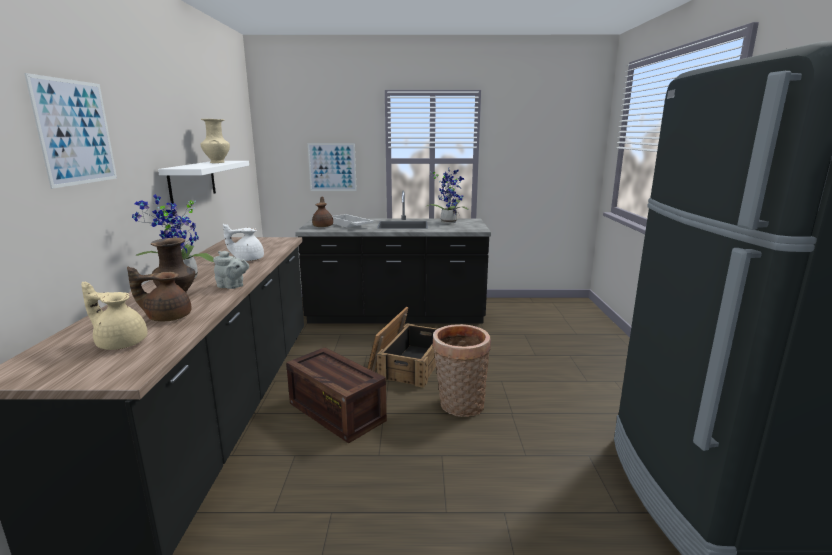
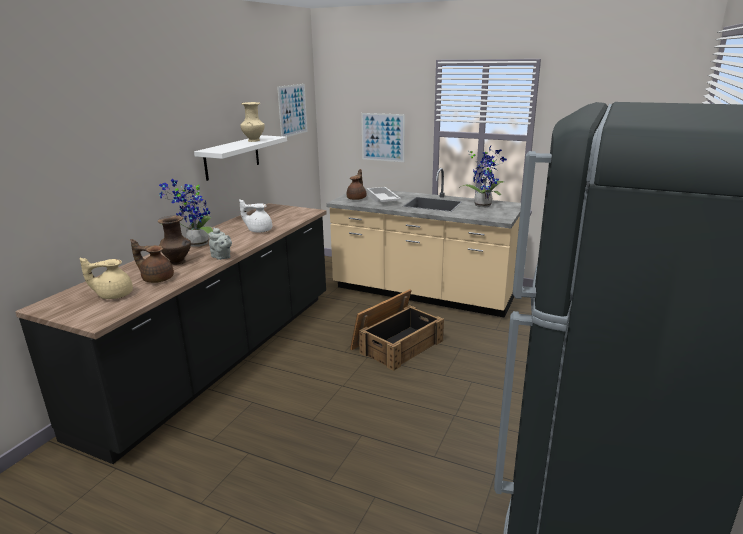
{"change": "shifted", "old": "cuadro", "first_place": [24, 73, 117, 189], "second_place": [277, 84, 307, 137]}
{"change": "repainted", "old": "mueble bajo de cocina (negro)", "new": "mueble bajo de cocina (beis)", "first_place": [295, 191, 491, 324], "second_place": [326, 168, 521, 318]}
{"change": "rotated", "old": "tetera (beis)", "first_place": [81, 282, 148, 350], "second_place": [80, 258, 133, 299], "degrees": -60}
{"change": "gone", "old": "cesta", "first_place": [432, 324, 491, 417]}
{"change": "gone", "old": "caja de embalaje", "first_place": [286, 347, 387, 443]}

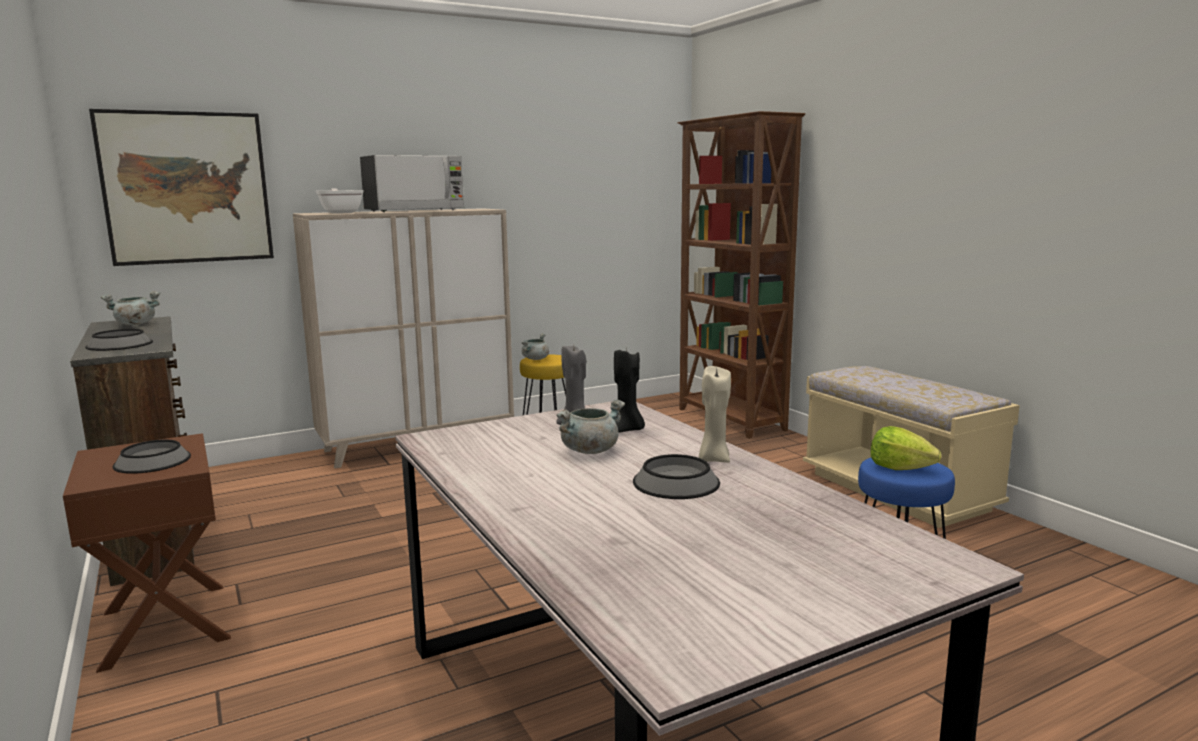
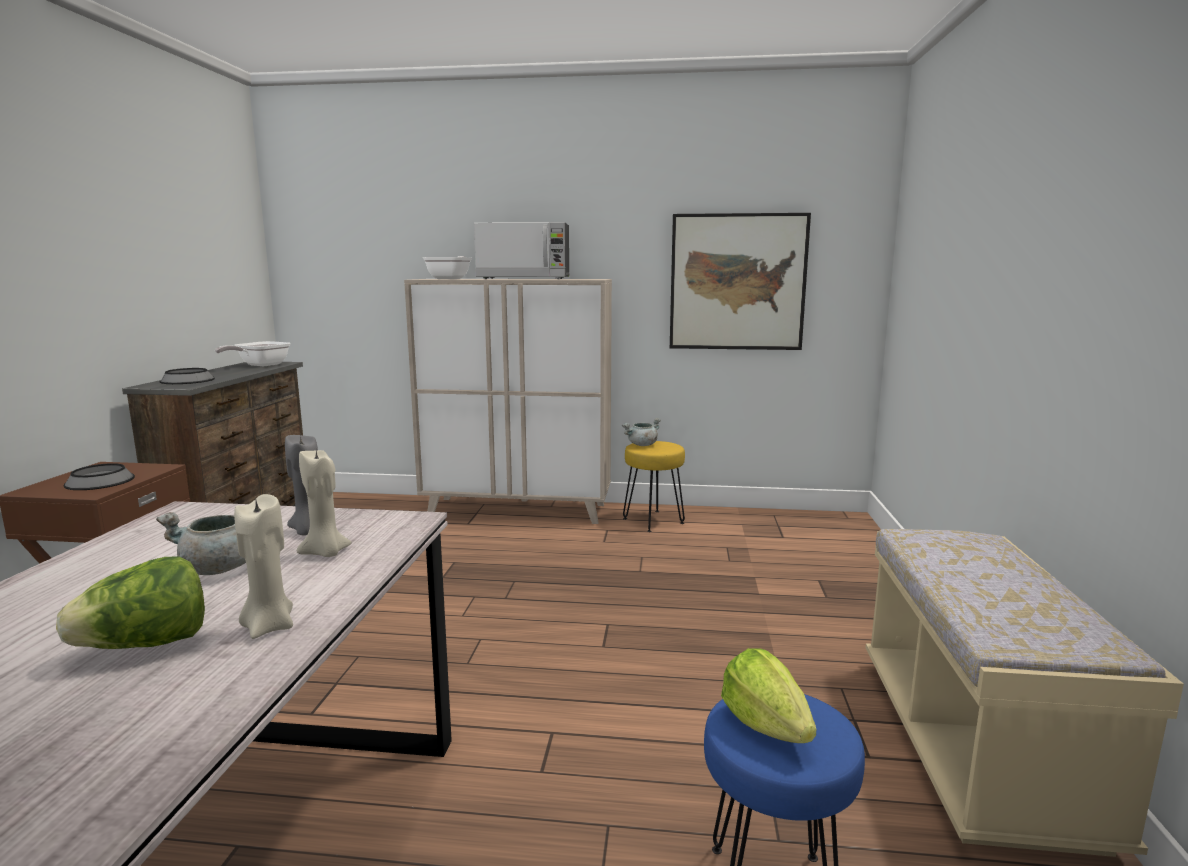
{"change": "shifted", "old": "cuadro", "first_place": [89, 109, 274, 266], "second_place": [670, 213, 811, 350]}
{"change": "gone", "old": "estantería (marrón)", "first_place": [677, 111, 805, 439]}
{"change": "swapped", "old": "olla (gris)", "new": "sartén", "first_place": [101, 291, 160, 325], "second_place": [215, 341, 290, 366]}
{"change": "repainted", "old": "vela (negro)", "new": "vela (beis)", "first_place": [614, 349, 645, 433], "second_place": [297, 450, 352, 557]}
{"change": "swapped", "old": "cuenco", "new": "lechuga", "first_place": [633, 454, 720, 499], "second_place": [56, 556, 205, 649]}

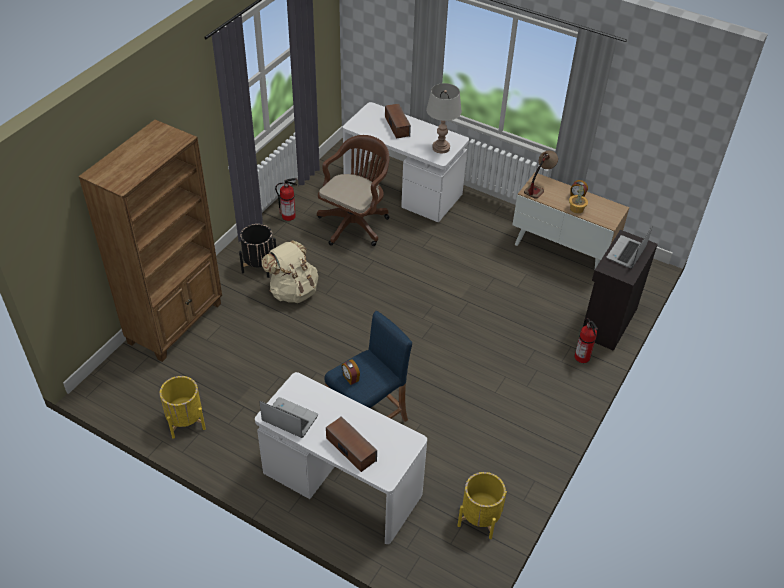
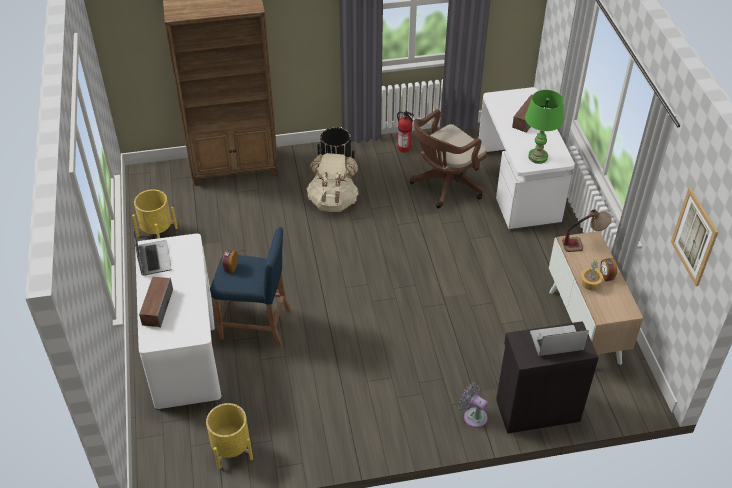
{"change": "repainted", "old": "lámpara de mesa (gris)", "new": "lámpara de mesa (verde)", "first_place": [426, 83, 462, 153], "second_place": [525, 90, 564, 164]}
{"change": "rotated", "old": "silla de oficina (marrón)", "first_place": [317, 135, 389, 246], "second_place": [410, 109, 487, 208], "degrees": 150}
{"change": "swapped", "old": "extintor", "new": "ventilador (gris)", "first_place": [575, 318, 598, 363], "second_place": [458, 382, 488, 428]}
{"change": "new", "new": "cuadro", "second_place": [671, 188, 718, 286]}

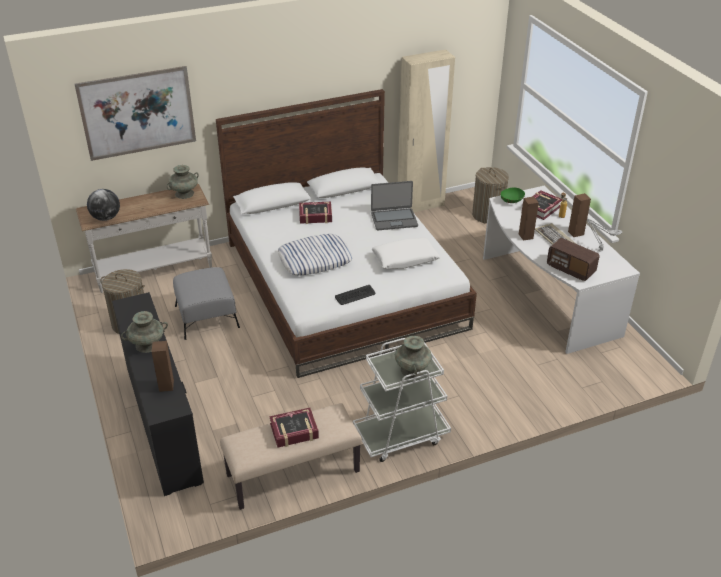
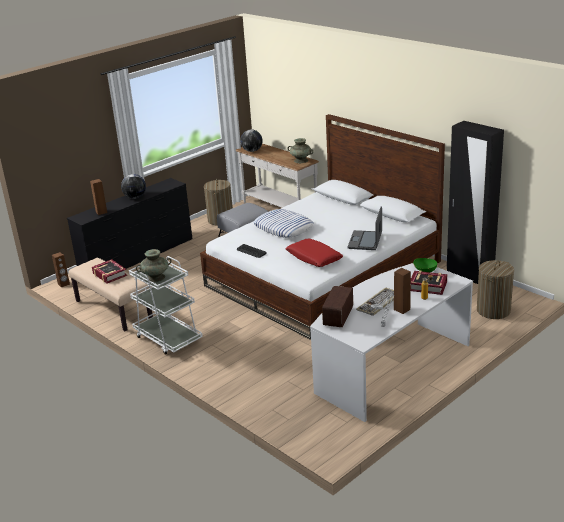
{"change": "repainted", "old": "armario ropero (beis)", "new": "armario ropero (negro)", "first_place": [398, 49, 455, 212], "second_place": [447, 121, 504, 284]}
{"change": "gone", "old": "cuadro", "first_place": [74, 66, 196, 161]}
{"change": "rotated", "old": "portátil", "first_place": [371, 181, 418, 230], "second_place": [348, 207, 382, 250], "degrees": 45}
{"change": "shifted", "old": "altavoz (marrón)", "first_place": [519, 196, 539, 241], "second_place": [52, 252, 70, 288]}
{"change": "gone", "old": "libro", "first_place": [299, 202, 332, 224]}
{"change": "repainted", "old": "cojín (blanco)", "new": "cojín (rojo)", "first_place": [372, 238, 440, 269], "second_place": [286, 239, 343, 267]}
{"change": "swapped", "old": "florero (turquesa)", "new": "globo terráqueo", "first_place": [121, 311, 168, 353], "second_place": [121, 174, 146, 199]}

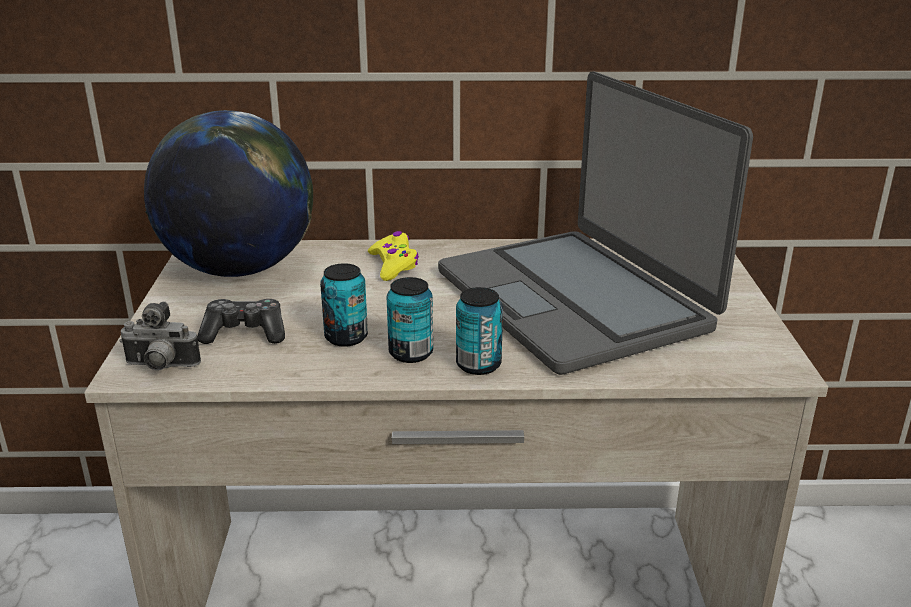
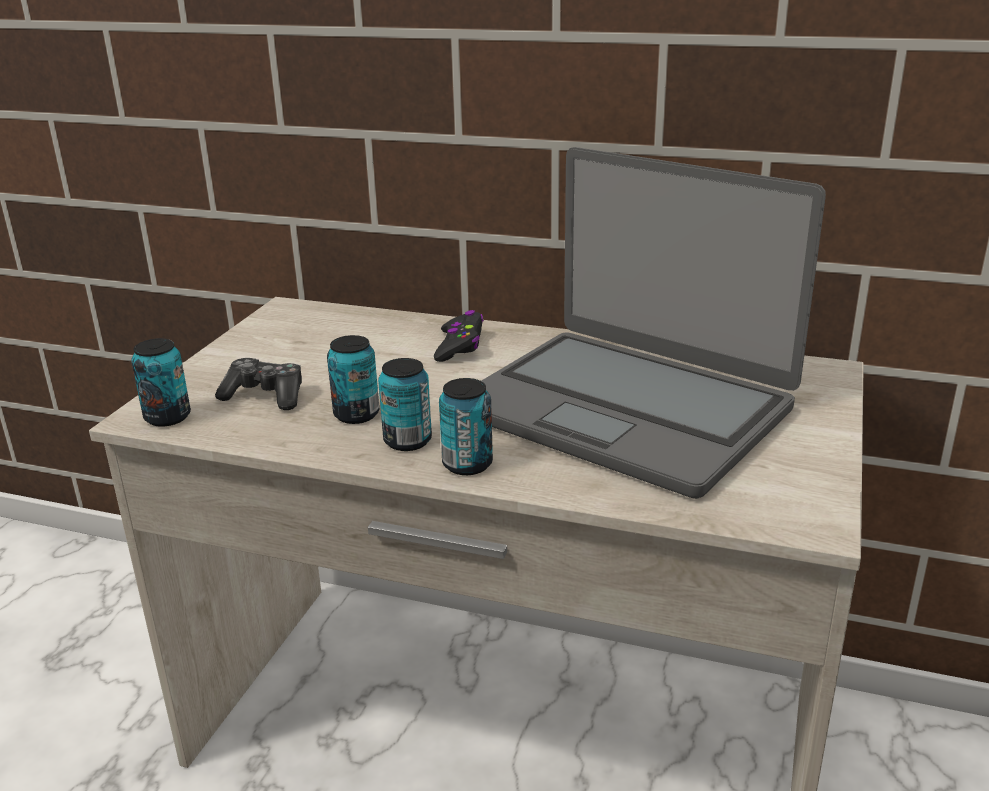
{"change": "rotated", "old": "portátil", "first_place": [438, 71, 753, 375], "second_place": [482, 147, 826, 499], "degrees": -45}
{"change": "gone", "old": "globo terráqueo", "first_place": [144, 110, 313, 277]}
{"change": "repainted", "old": "mando de consola (amarillo)", "new": "mando de consola (negro)", "first_place": [368, 231, 419, 281], "second_place": [434, 310, 484, 362]}
{"change": "swapped", "old": "cámara", "new": "lata", "first_place": [120, 301, 201, 370], "second_place": [131, 338, 191, 427]}

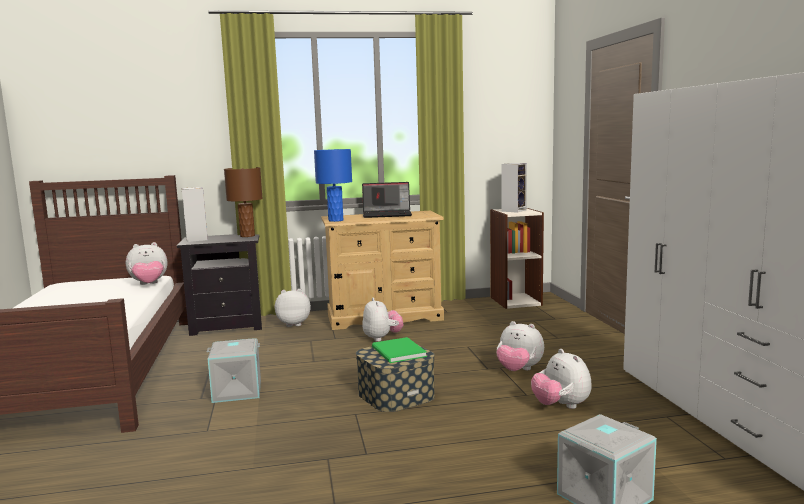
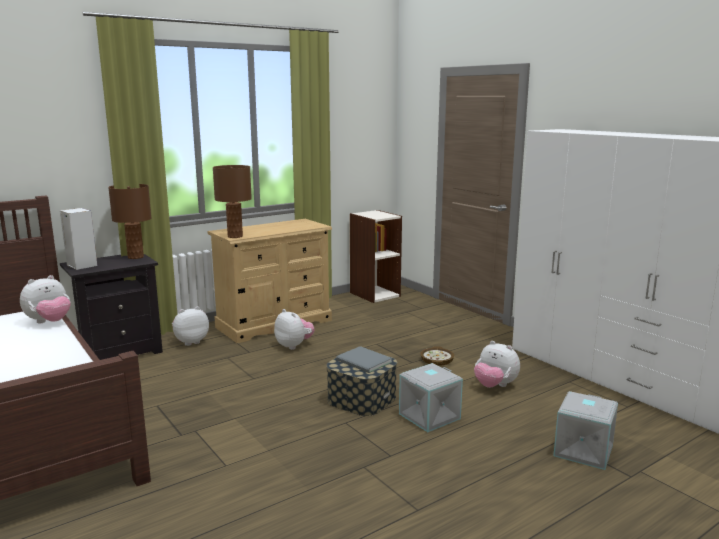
{"change": "repainted", "old": "lámpara de mesa (azul)", "new": "lámpara de mesa (marrón)", "first_place": [314, 149, 352, 222], "second_place": [213, 165, 252, 238]}
{"change": "gone", "old": "altavoz", "first_place": [502, 163, 527, 213]}
{"change": "gone", "old": "portátil", "first_place": [362, 182, 412, 218]}
{"change": "swapped", "old": "peluche", "new": "cuenco", "first_place": [496, 321, 544, 371], "second_place": [420, 346, 454, 366]}
{"change": "repainted", "old": "libro (verde)", "new": "libro (gris)", "first_place": [372, 337, 427, 363], "second_place": [336, 346, 392, 373]}
{"change": "shifted", "old": "caja de almacenaje (gris)", "first_place": [206, 338, 261, 403], "second_place": [399, 363, 463, 432]}

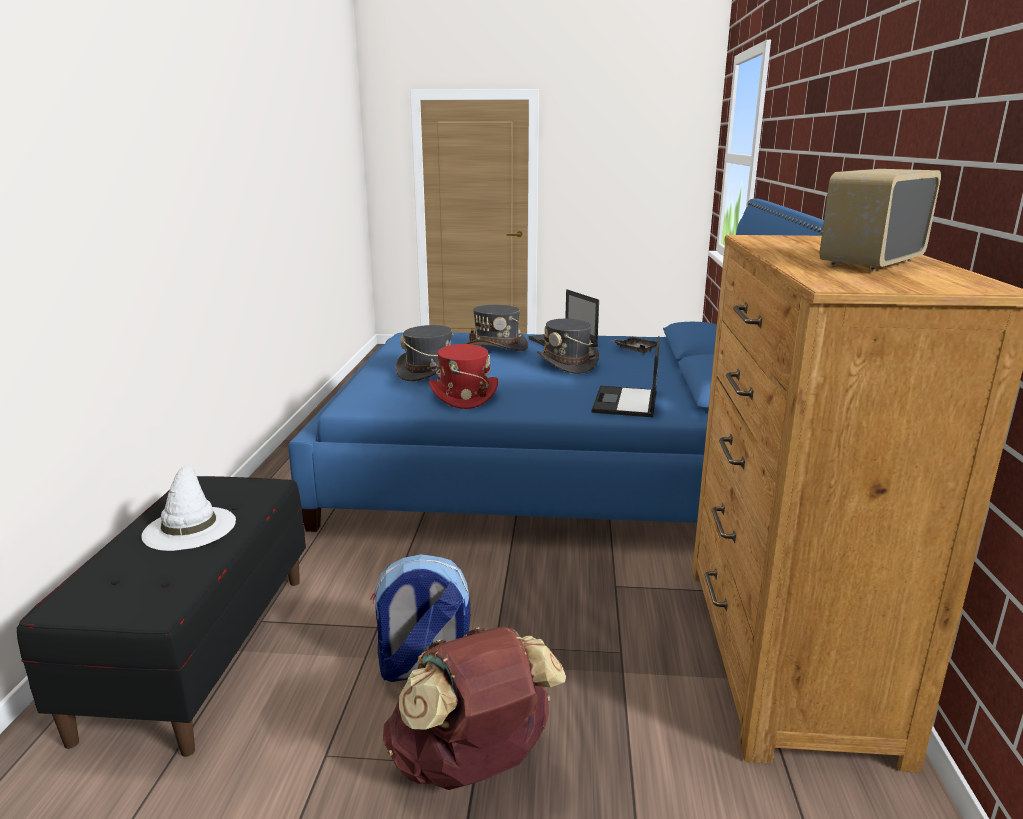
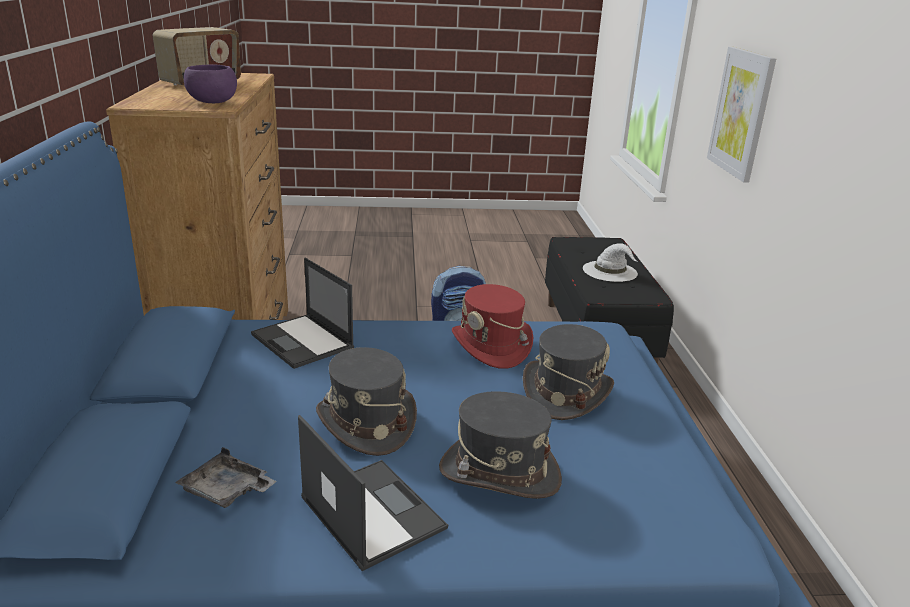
{"change": "rotated", "old": "portátil", "first_place": [592, 336, 660, 417], "second_place": [251, 258, 354, 369], "degrees": 135}
{"change": "gone", "old": "mochila (marrón)", "first_place": [383, 627, 566, 790]}
{"change": "new", "new": "cuadro", "second_place": [707, 47, 776, 183]}
{"change": "new", "new": "cuenco (morado)", "second_place": [184, 65, 237, 103]}

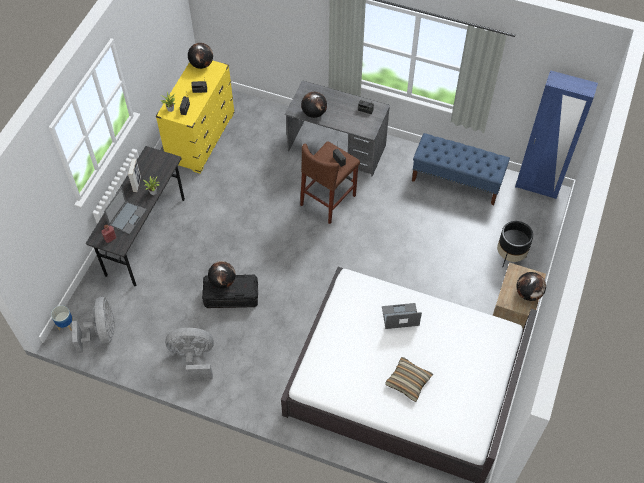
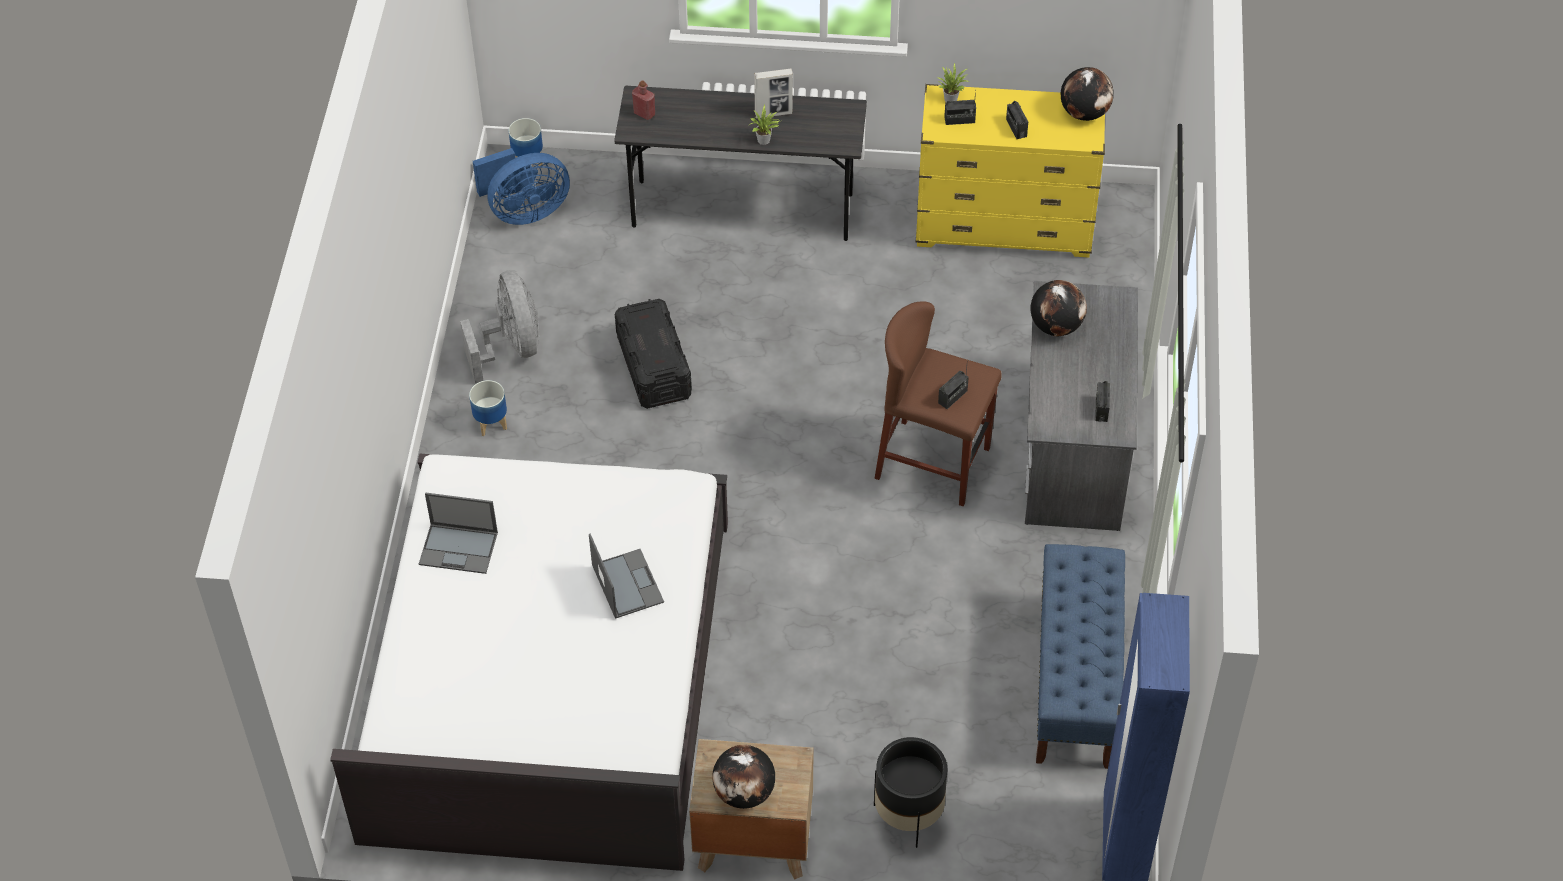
{"change": "shifted", "old": "portátil", "first_place": [104, 187, 147, 234], "second_place": [419, 492, 498, 574]}
{"change": "gone", "old": "globo terráqueo", "first_place": [208, 261, 236, 289]}
{"change": "repainted", "old": "ventilador (gris)", "new": "ventilador (azul)", "first_place": [72, 297, 115, 353], "second_place": [473, 148, 570, 225]}
{"change": "gone", "old": "cojín", "first_place": [385, 357, 433, 402]}
{"change": "new", "new": "maceta", "second_place": [469, 380, 507, 436]}

